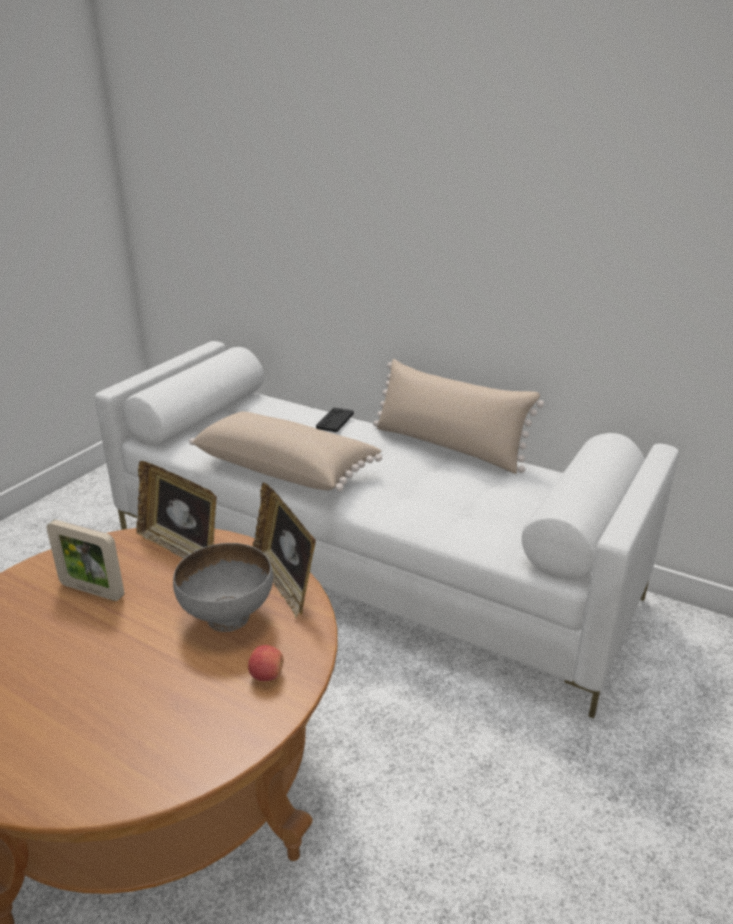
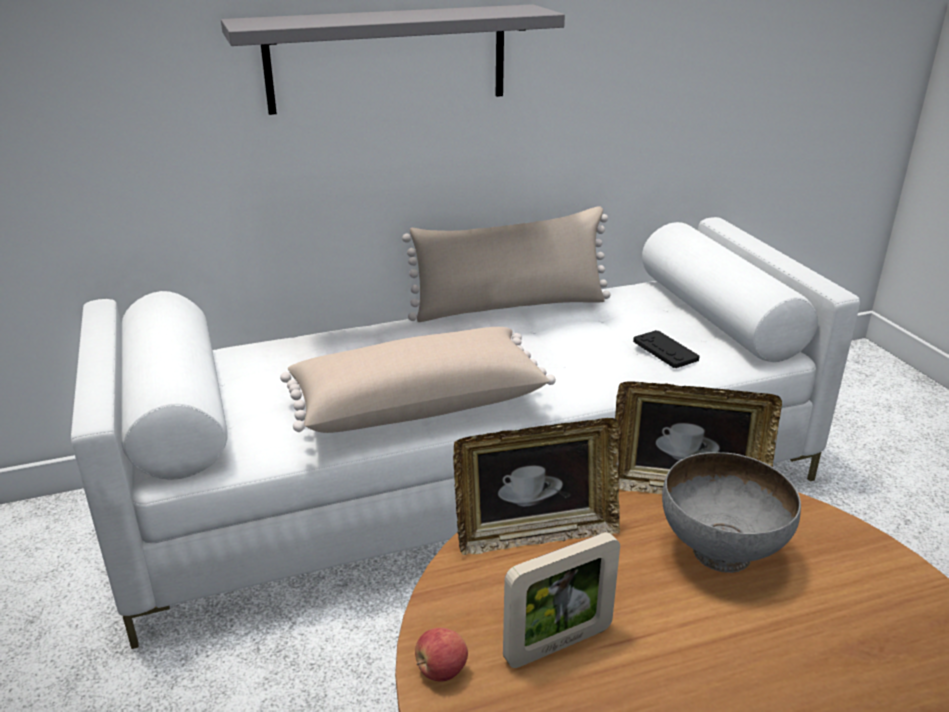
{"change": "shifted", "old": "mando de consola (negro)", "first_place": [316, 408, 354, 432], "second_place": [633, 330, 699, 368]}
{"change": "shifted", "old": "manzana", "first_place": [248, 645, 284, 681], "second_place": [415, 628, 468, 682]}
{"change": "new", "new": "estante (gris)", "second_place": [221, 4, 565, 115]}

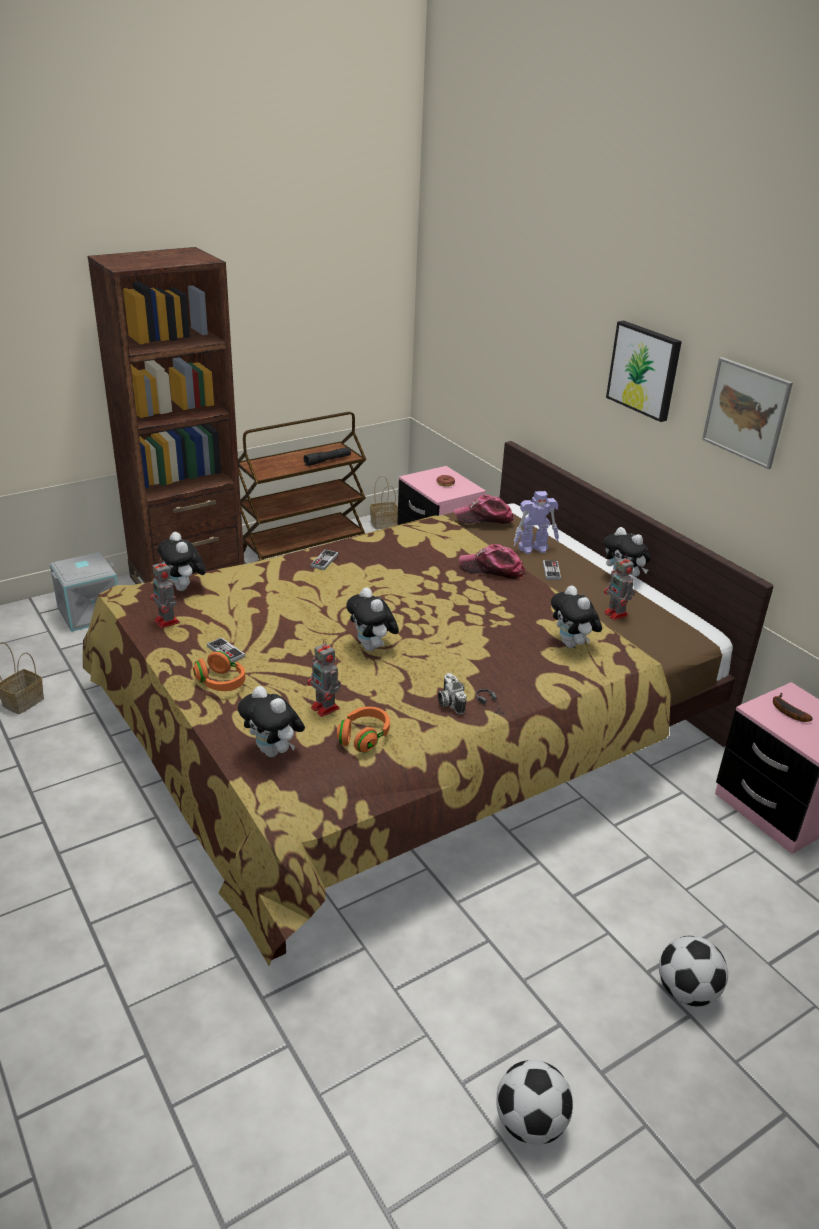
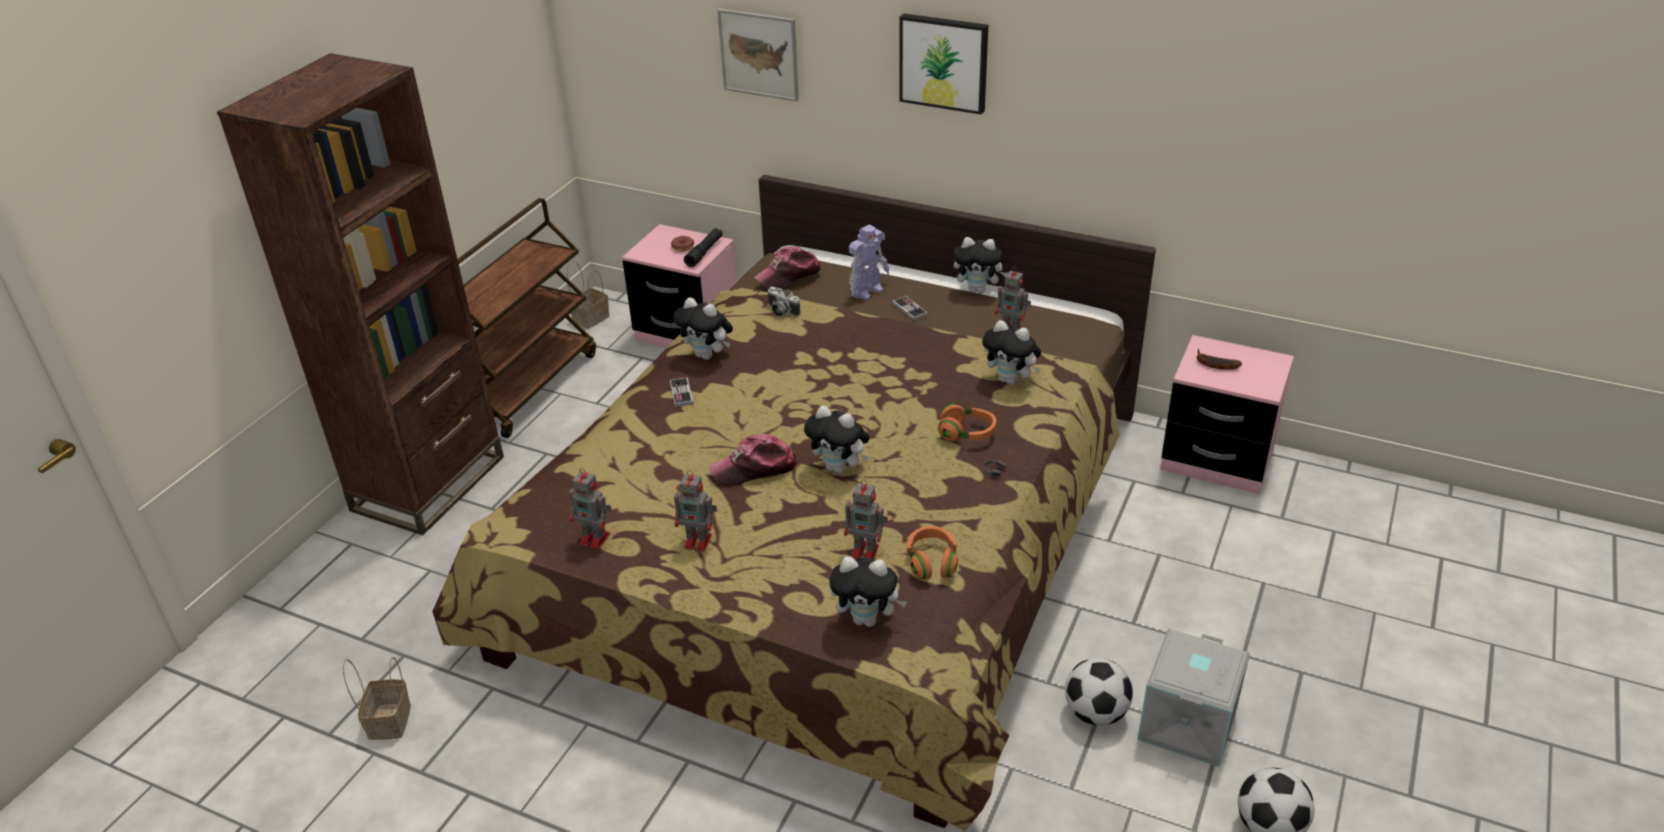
{"change": "shifted", "old": "cuadro", "first_place": [702, 357, 793, 469], "second_place": [717, 8, 799, 102]}
{"change": "shifted", "old": "linterna (negro)", "first_place": [304, 447, 351, 466], "second_place": [684, 228, 723, 267]}
{"change": "shifted", "old": "peluche", "first_place": [157, 532, 206, 591], "second_place": [673, 297, 733, 360]}
{"change": "shifted", "old": "gorra", "first_place": [459, 544, 525, 579], "second_place": [709, 434, 798, 486]}
{"change": "shifted", "old": "caja de almacenaje (gris)", "first_place": [50, 552, 118, 632], "second_place": [1137, 629, 1250, 767]}
{"change": "swapped", "old": "mando de consola", "new": "robot de juguete", "first_place": [207, 637, 245, 662], "second_place": [674, 470, 717, 552]}
{"change": "shifted", "old": "auriculares (naranja)", "first_place": [193, 651, 245, 691], "second_place": [938, 404, 996, 442]}
{"change": "shifted", "old": "cámara", "first_place": [438, 673, 467, 715], "second_place": [768, 287, 801, 317]}
{"change": "shifted", "old": "balón de fútbol", "first_place": [659, 936, 728, 1007], "second_place": [1065, 658, 1133, 726]}

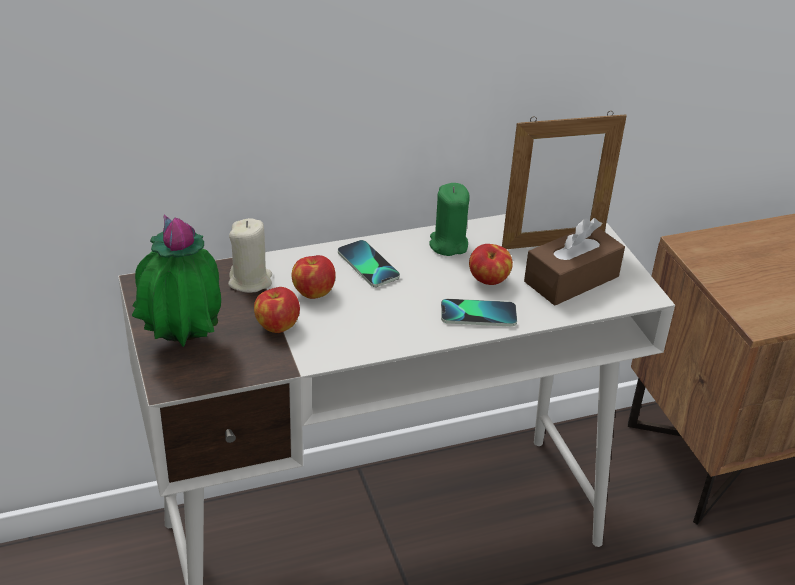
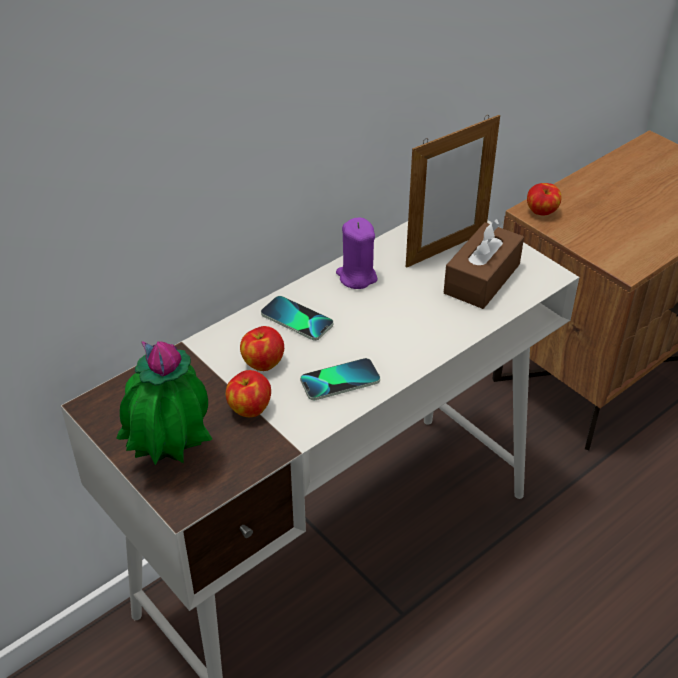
{"change": "repainted", "old": "vela (verde)", "new": "vela (morado)", "first_place": [430, 183, 470, 256], "second_place": [336, 218, 378, 289]}
{"change": "gone", "old": "vela (beis)", "first_place": [228, 218, 272, 293]}
{"change": "shifted", "old": "manzana", "first_place": [469, 244, 513, 285], "second_place": [527, 183, 562, 216]}
{"change": "shifted", "old": "móvil", "first_place": [441, 299, 517, 327], "second_place": [300, 358, 380, 400]}

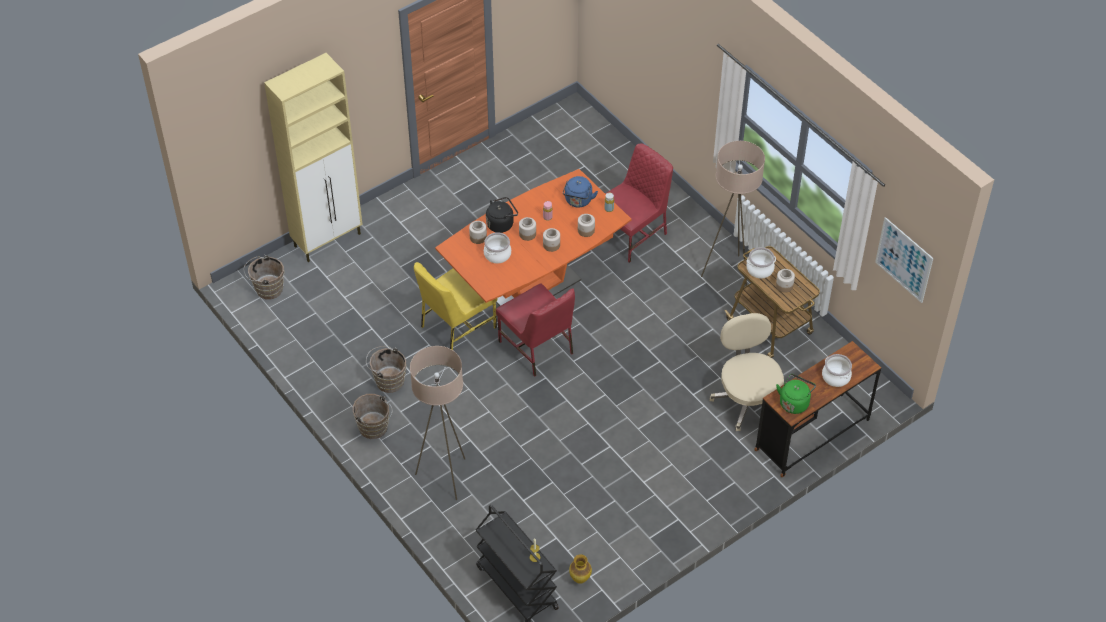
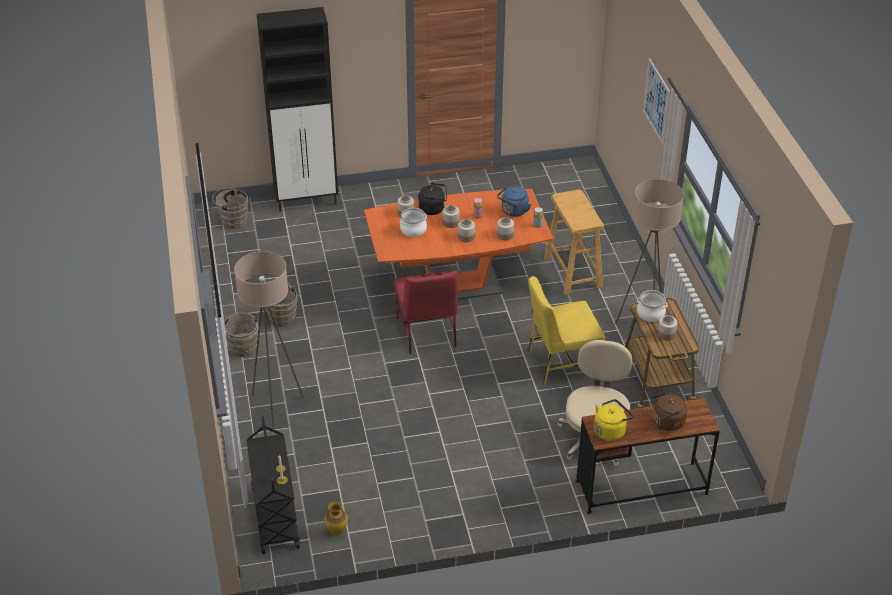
{"change": "repainted", "old": "armario (beis)", "new": "armario (negro)", "first_place": [264, 53, 363, 262], "second_place": [257, 7, 338, 212]}
{"change": "swapped", "old": "silla (rojo)", "new": "taburete (beis)", "first_place": [605, 144, 673, 263], "second_place": [544, 189, 604, 295]}
{"change": "shifted", "old": "cuadro", "first_place": [875, 217, 933, 303], "second_place": [643, 58, 670, 144]}
{"change": "shifted", "old": "silla (amarillo)", "first_place": [414, 262, 497, 350], "second_place": [528, 276, 605, 384]}
{"change": "swapped", "old": "olla", "new": "hervidor (marrón)", "first_place": [822, 354, 852, 387], "second_place": [650, 392, 687, 431]}
{"change": "repainted", "old": "hervidor (verde)", "new": "hervidor (amarillo)", "first_place": [776, 374, 816, 414], "second_place": [594, 399, 634, 441]}

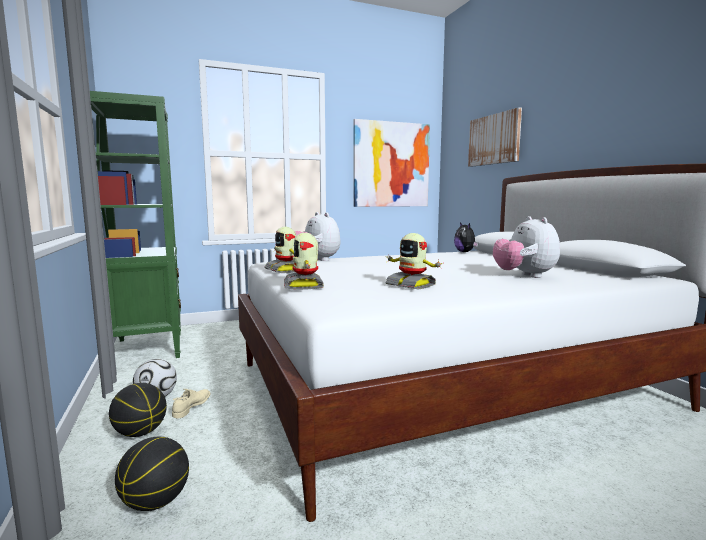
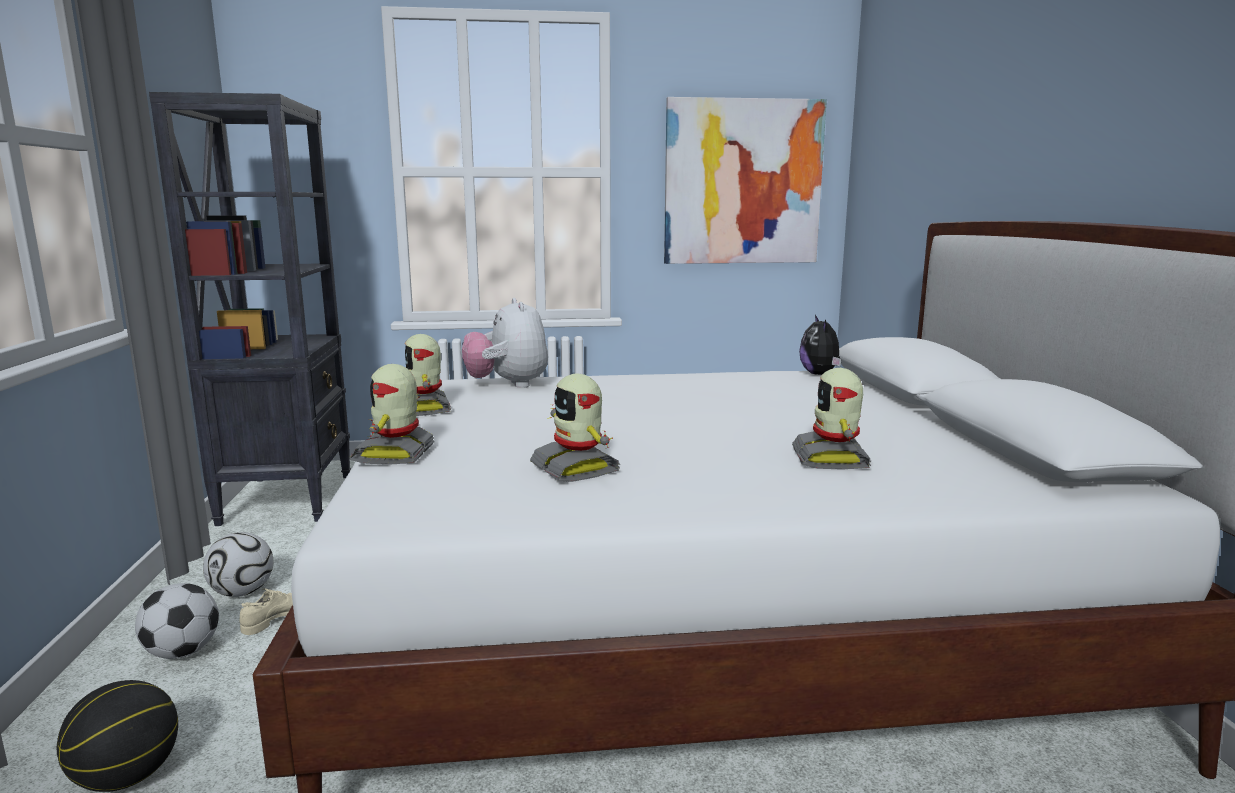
{"change": "repainted", "old": "estantería (verde)", "new": "estantería (negro)", "first_place": [90, 91, 181, 358], "second_place": [149, 92, 351, 526]}
{"change": "gone", "old": "cuadro", "first_place": [468, 107, 522, 167]}
{"change": "swapped", "old": "peluche", "new": "robot de juguete", "first_place": [493, 216, 560, 278], "second_place": [792, 368, 871, 469]}
{"change": "swapped", "old": "balón de baloncesto", "new": "balón de fútbol", "first_place": [109, 383, 167, 437], "second_place": [135, 583, 219, 659]}

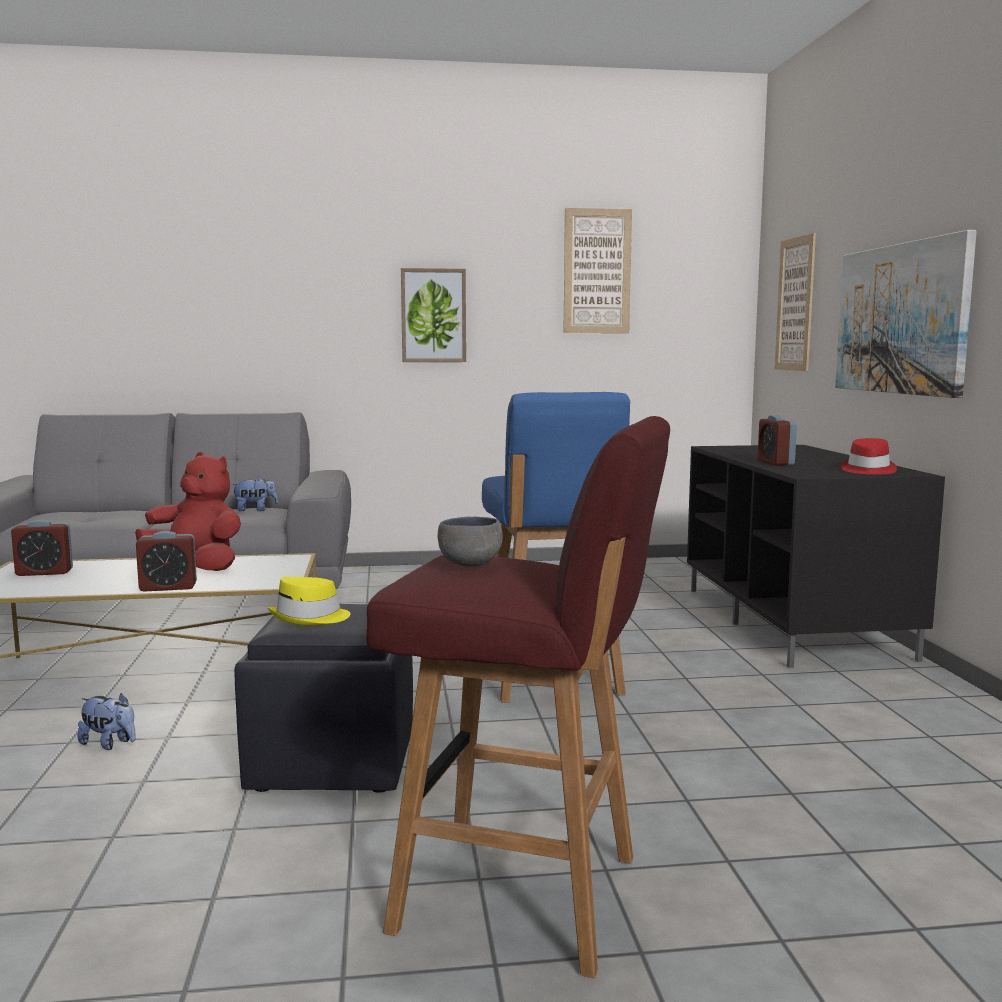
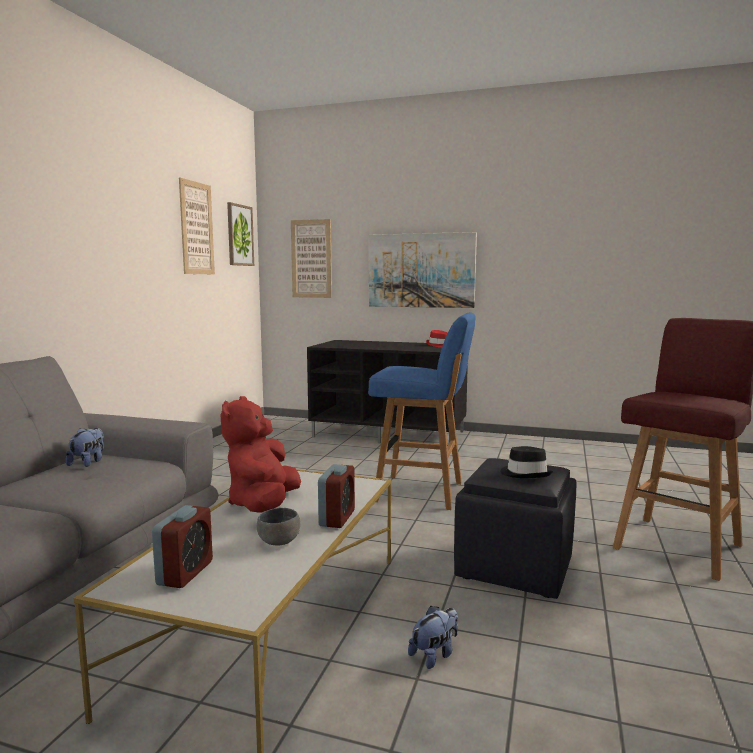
{"change": "shifted", "old": "cuadro", "first_place": [401, 268, 466, 362], "second_place": [227, 202, 254, 266]}
{"change": "gone", "old": "despertador", "first_place": [758, 415, 797, 466]}
{"change": "rotated", "old": "peluche (rojo)", "first_place": [135, 452, 241, 571], "second_place": [220, 396, 301, 513], "degrees": -45}
{"change": "shifted", "old": "cuenco (gris)", "first_place": [438, 517, 503, 567], "second_place": [257, 508, 300, 545]}
{"change": "repainted", "old": "sombrero (amarillo)", "new": "sombrero (negro)", "first_place": [268, 577, 350, 626], "second_place": [500, 446, 553, 478]}

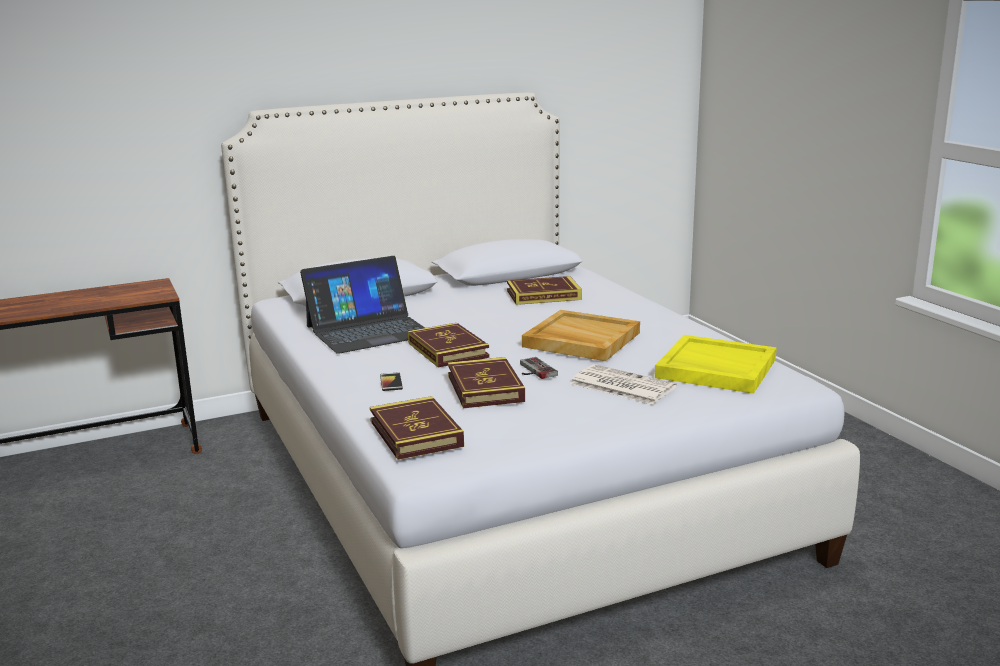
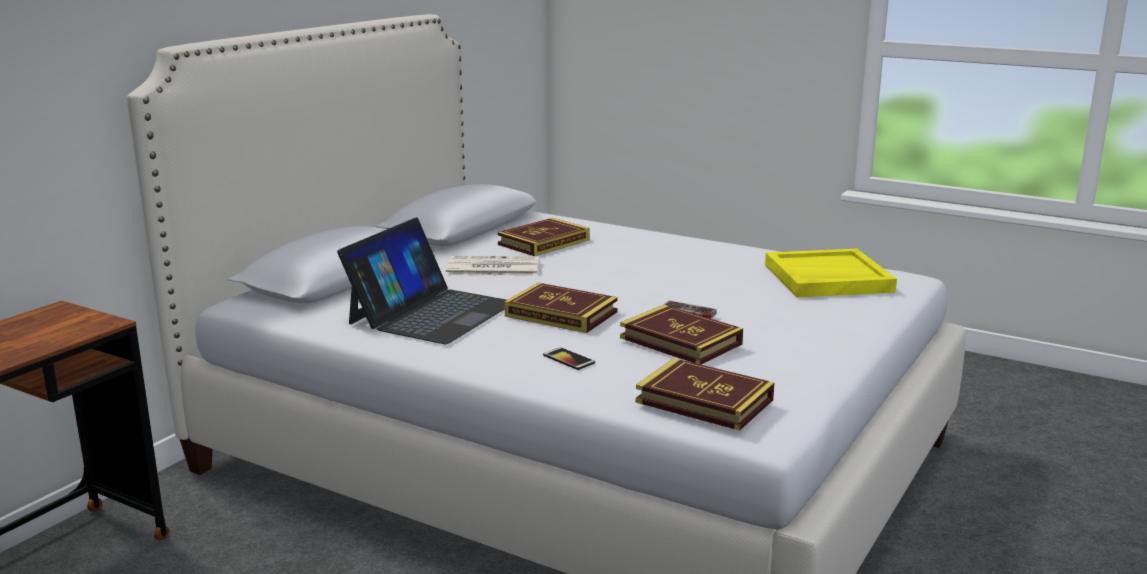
{"change": "gone", "old": "bandeja (beis)", "first_place": [522, 310, 640, 361]}
{"change": "shifted", "old": "periódico", "first_place": [570, 364, 677, 405], "second_place": [445, 256, 540, 276]}

